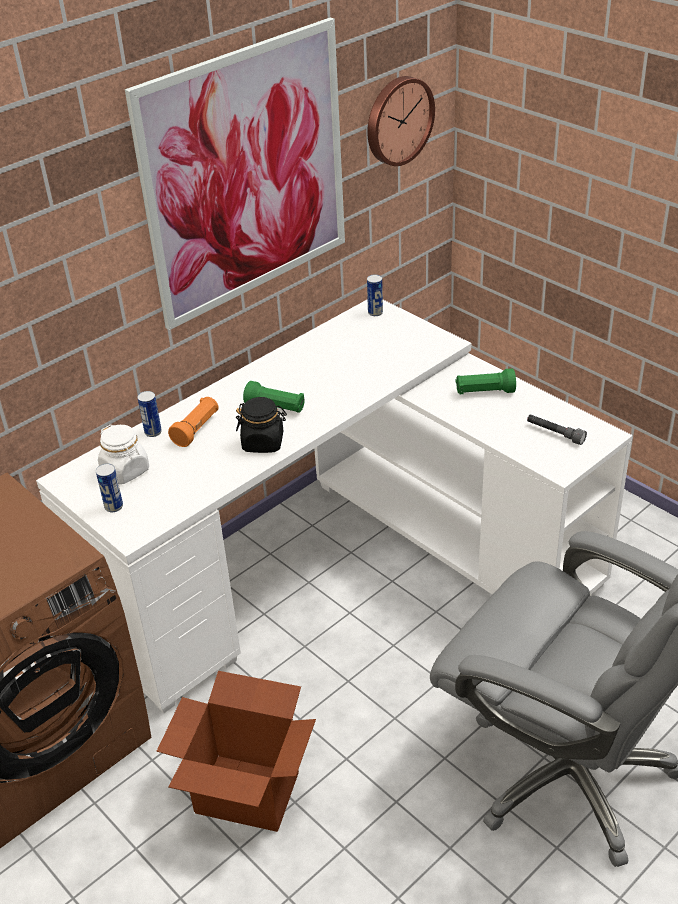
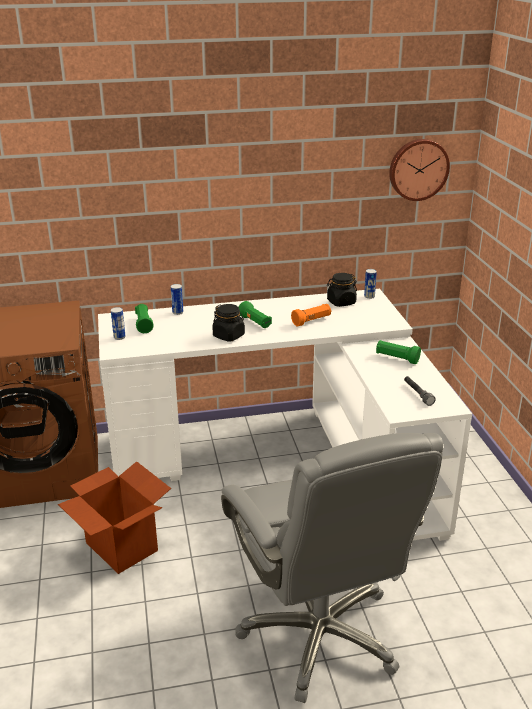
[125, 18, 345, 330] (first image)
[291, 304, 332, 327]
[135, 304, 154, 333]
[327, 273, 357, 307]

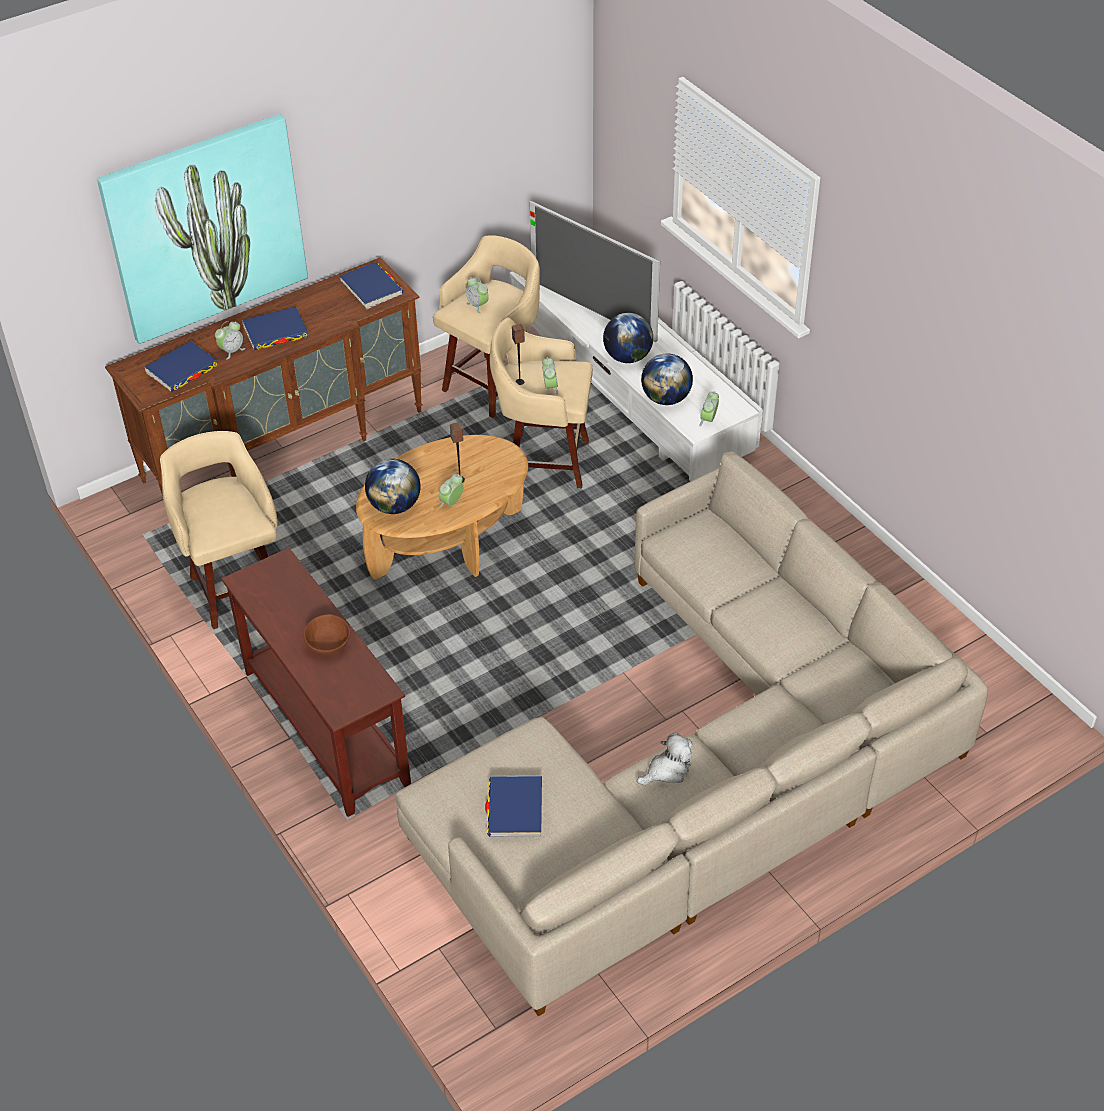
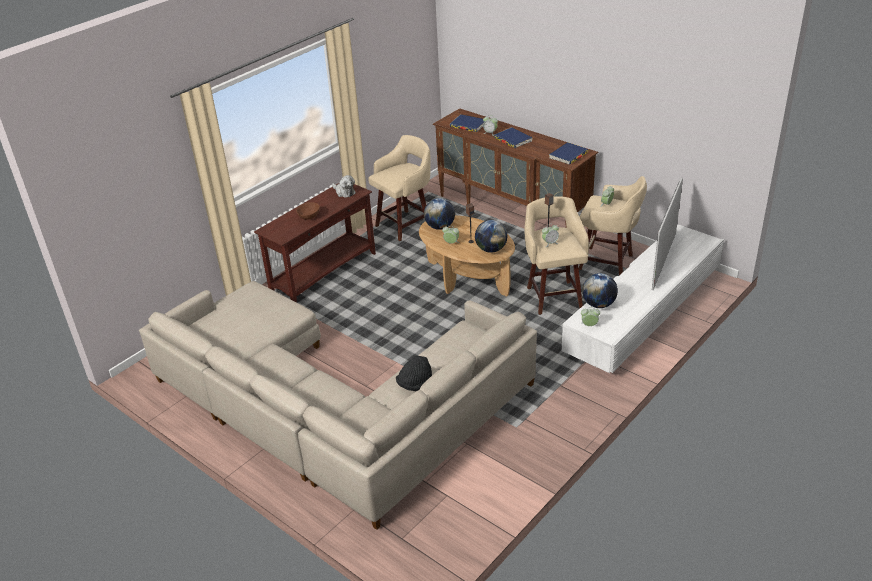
[97, 114, 308, 344] (first image)
[475, 220, 507, 253]
[332, 175, 356, 198]
[485, 776, 542, 837] (first image)
[396, 356, 432, 391]

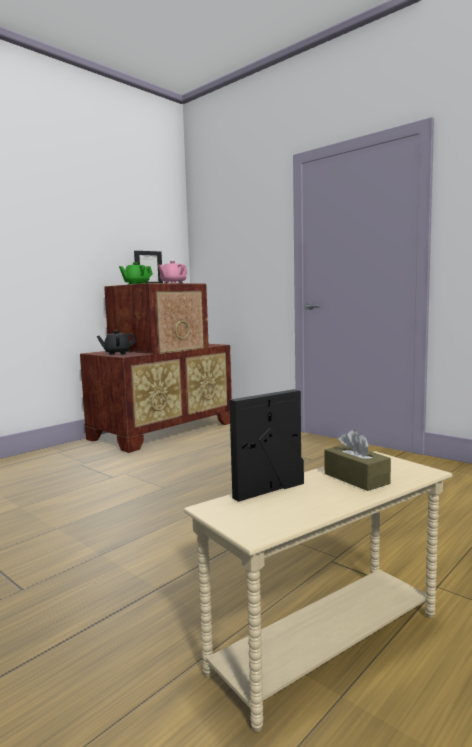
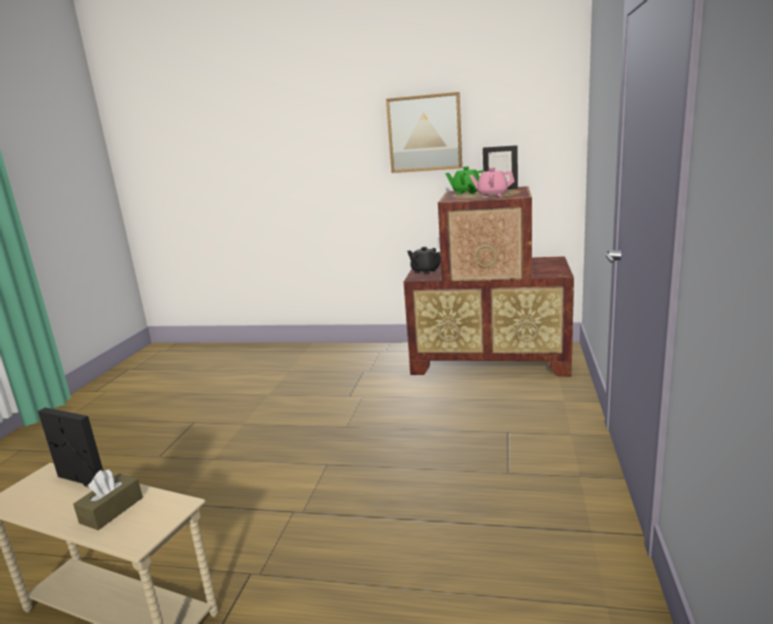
[386, 92, 462, 173]

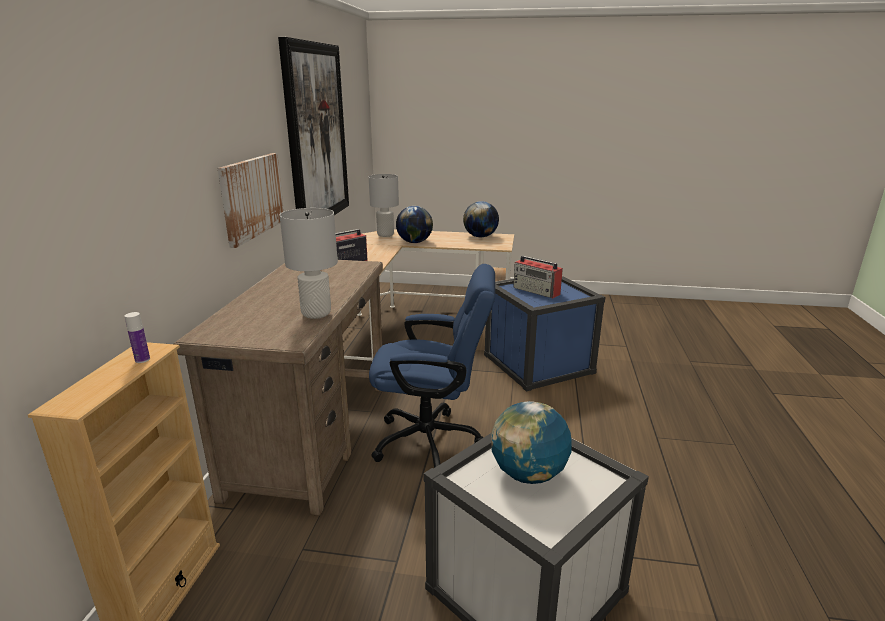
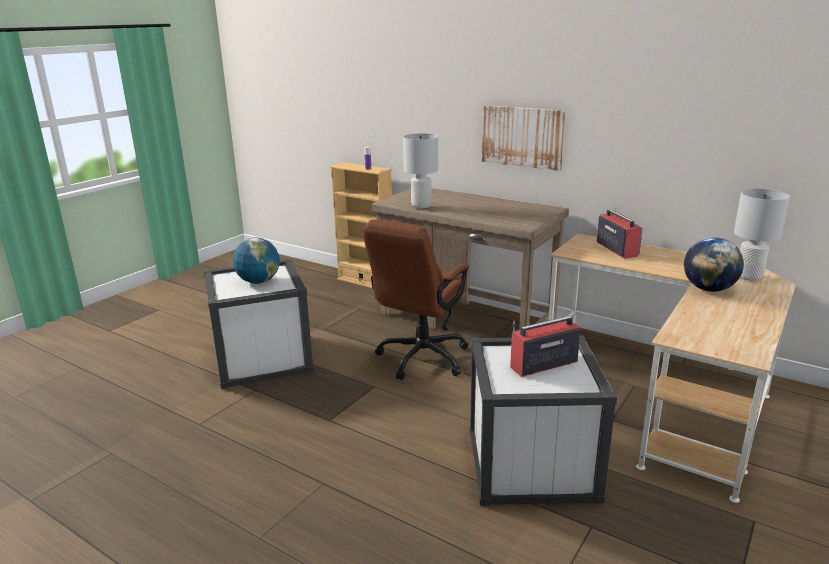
[278, 37, 349, 215] (first image)
[463, 201, 499, 237] (first image)
[363, 219, 469, 380]
[470, 335, 617, 506]

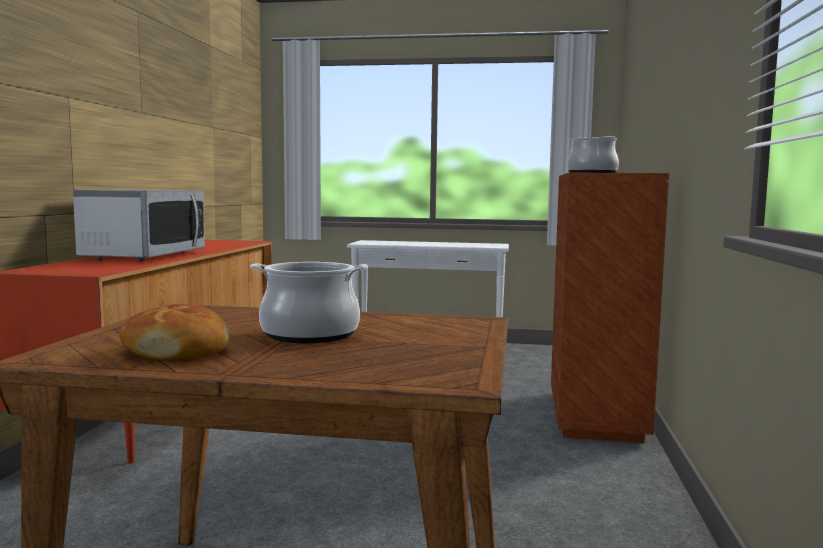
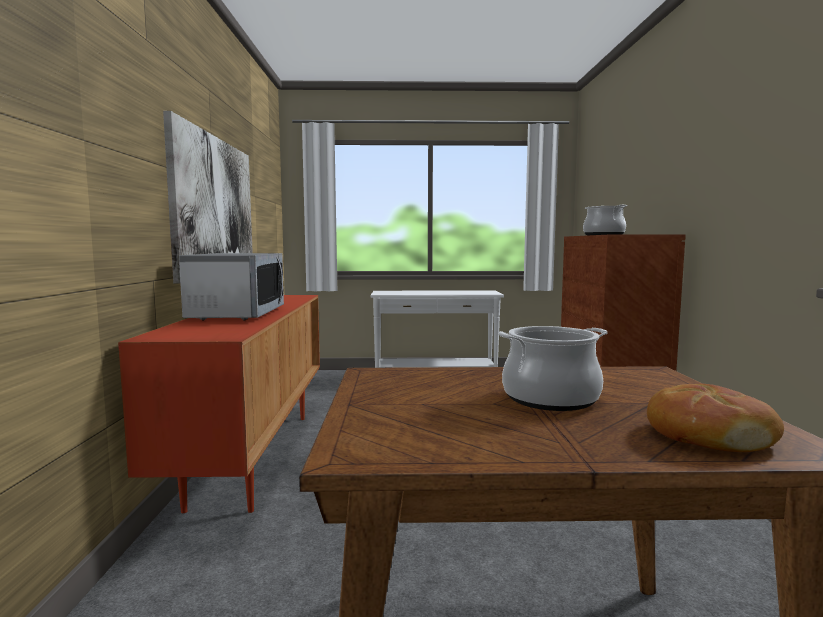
[647, 384, 784, 452]
[163, 111, 253, 284]

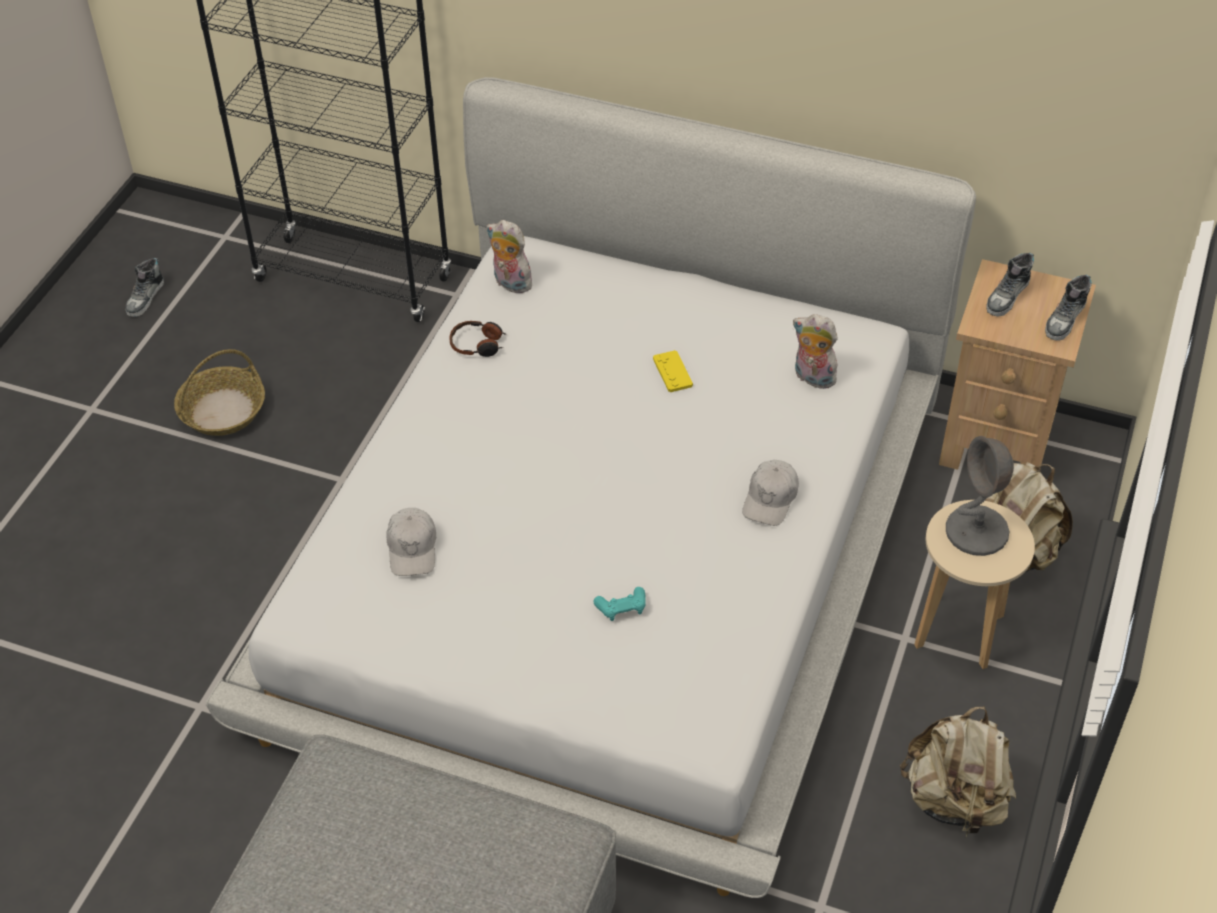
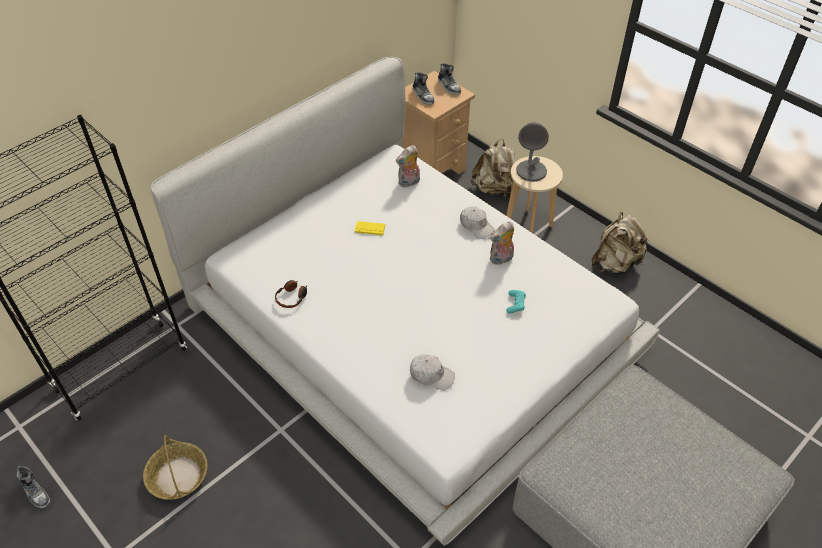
[490, 221, 514, 265]

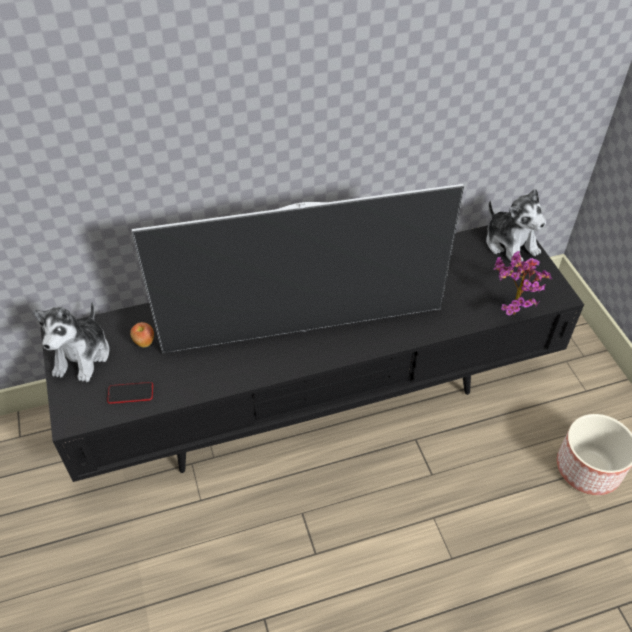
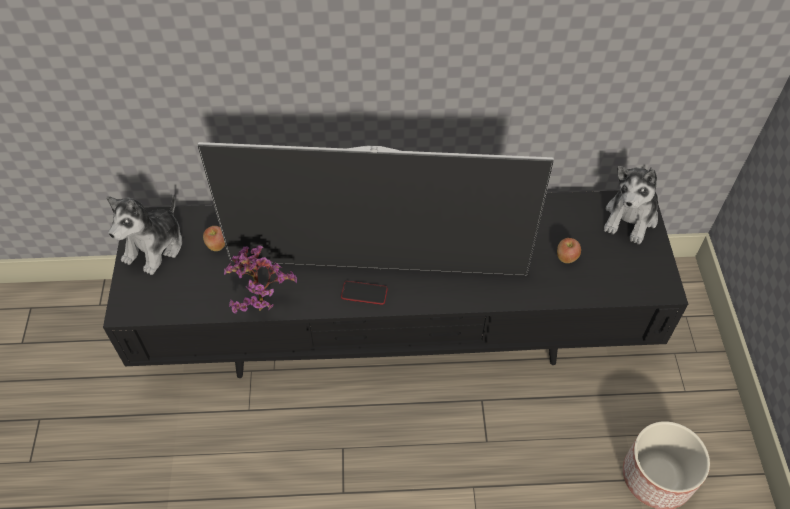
[604, 166, 658, 244]
[224, 245, 297, 313]
[341, 281, 388, 305]
[557, 238, 581, 263]

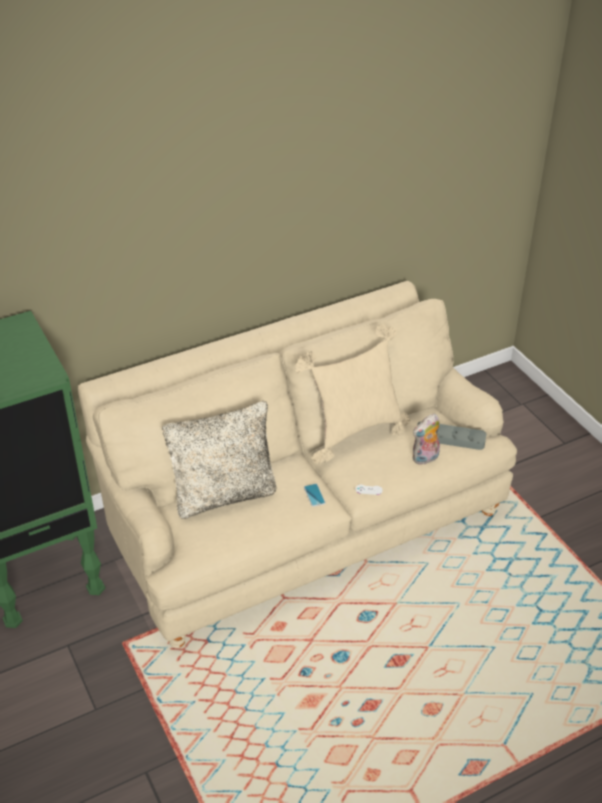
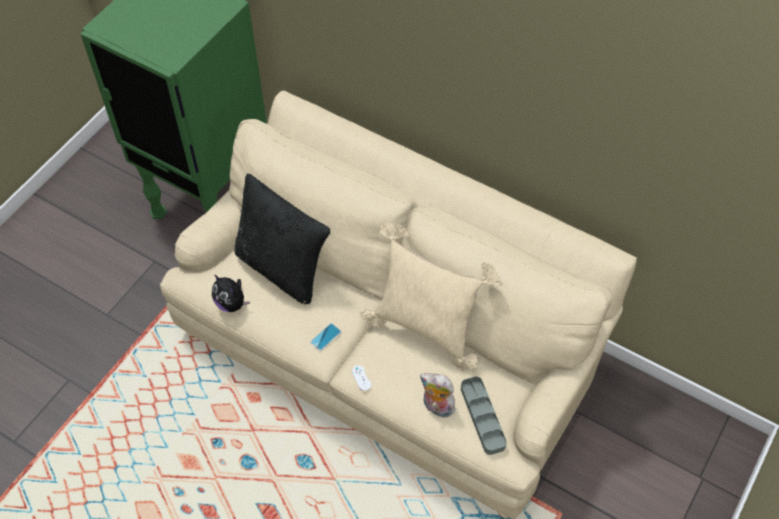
[234, 173, 330, 304]
[212, 275, 250, 312]

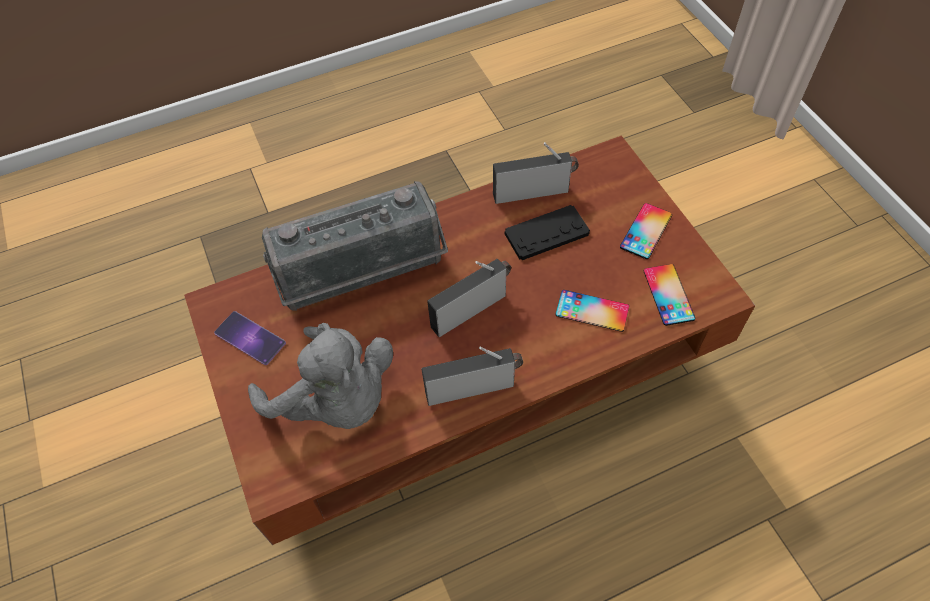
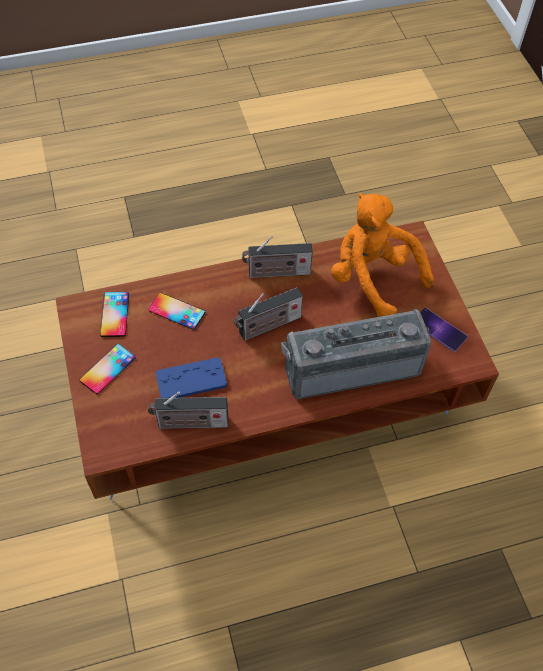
[155, 357, 227, 398]
[331, 193, 434, 317]

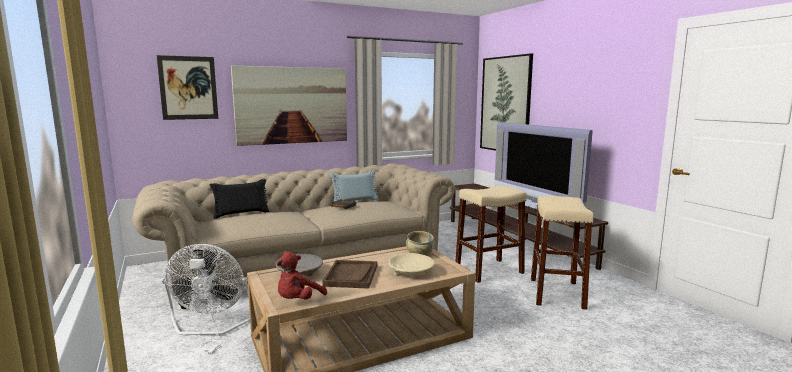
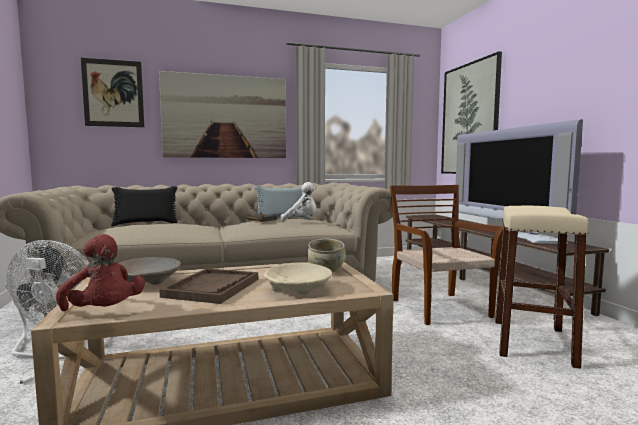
[390, 185, 503, 325]
[56, 234, 145, 311]
[281, 182, 316, 222]

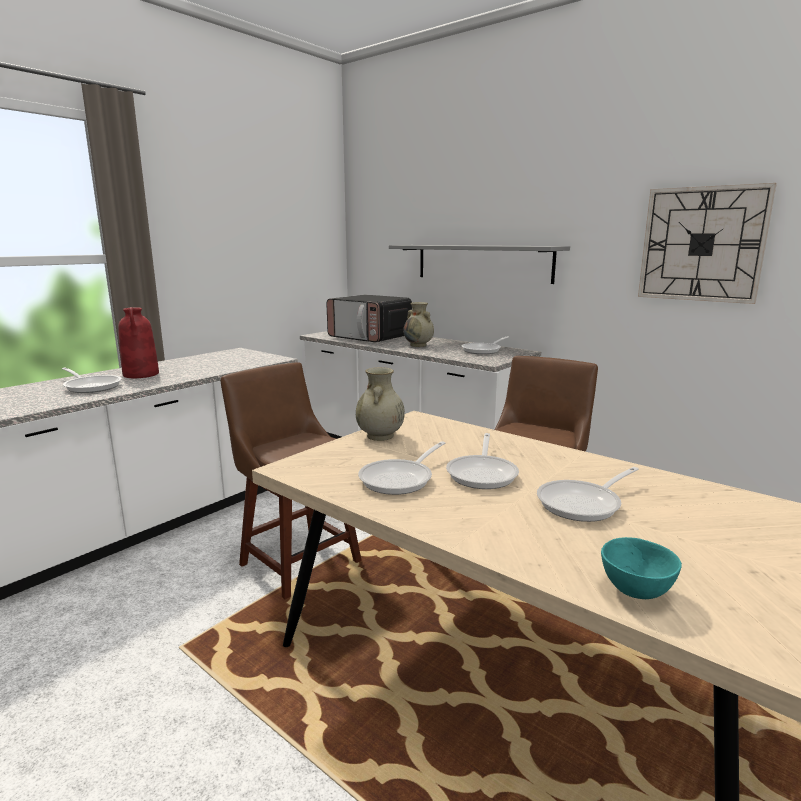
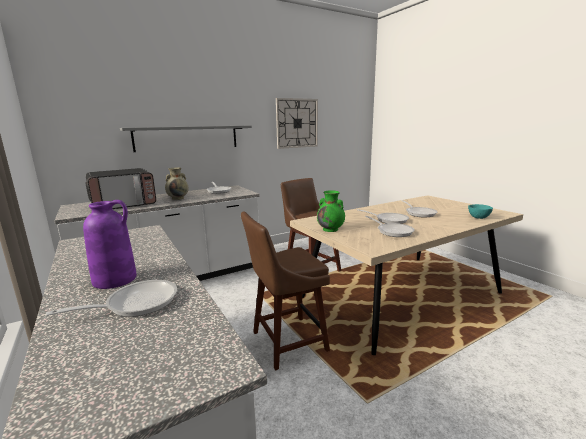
[83, 200, 137, 289]
[317, 190, 345, 232]

